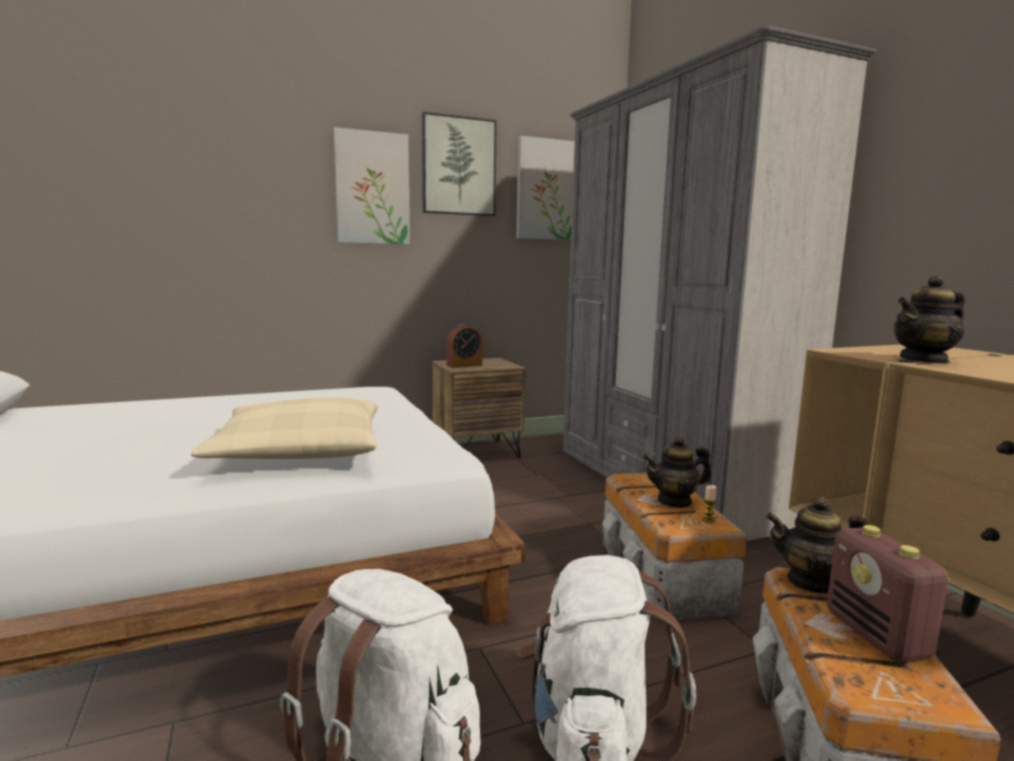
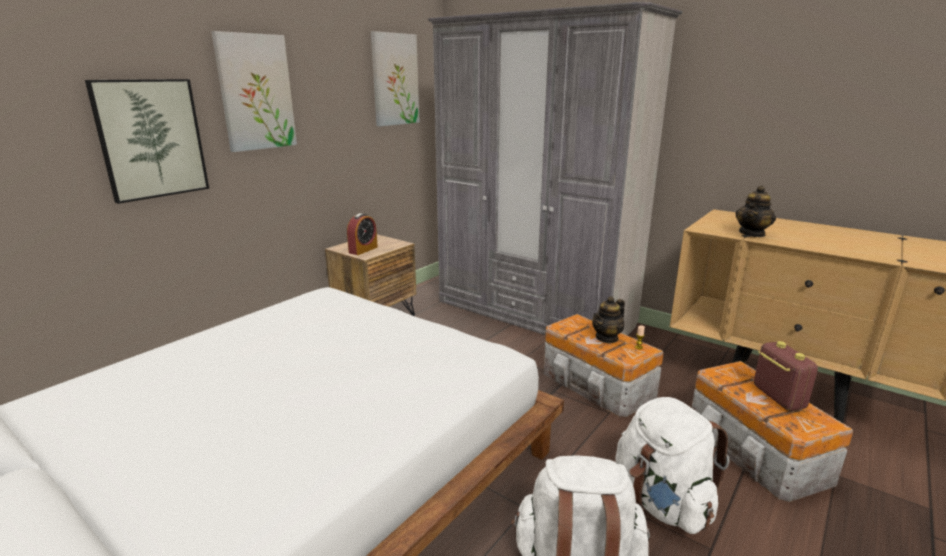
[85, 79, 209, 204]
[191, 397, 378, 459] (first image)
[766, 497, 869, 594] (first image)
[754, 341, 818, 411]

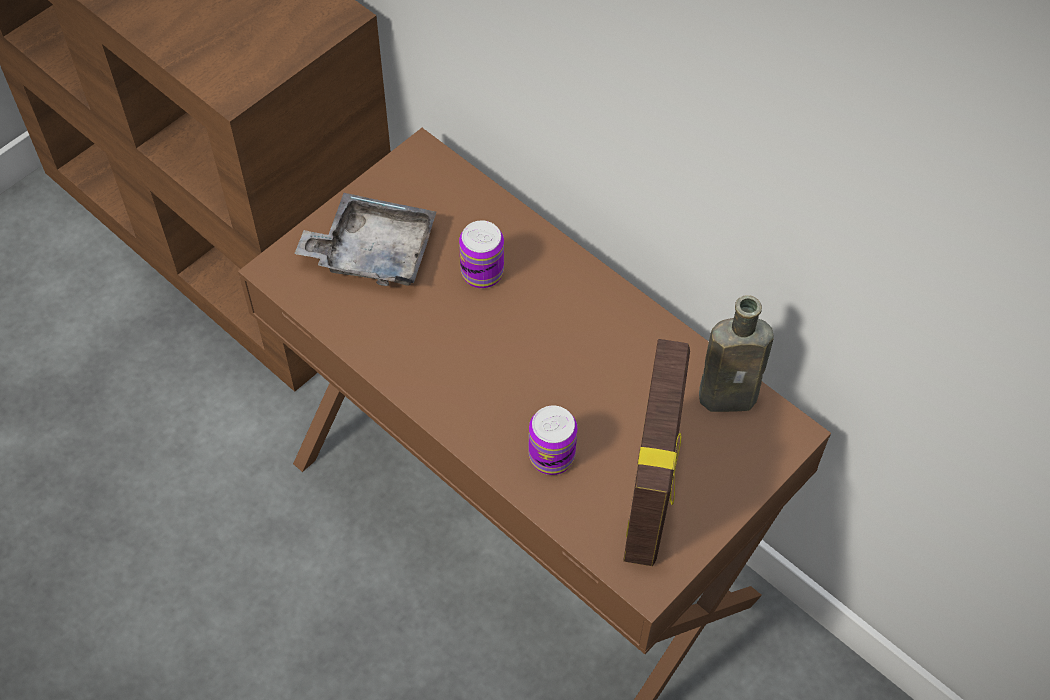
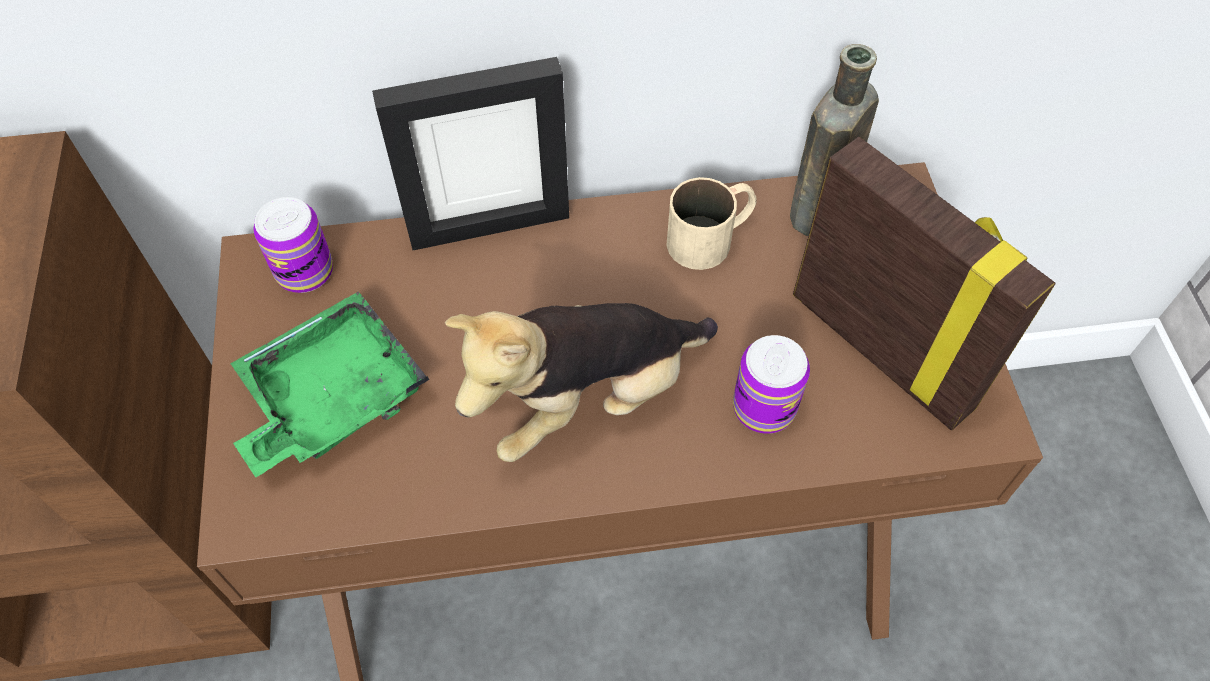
[231, 291, 429, 477]
[253, 197, 333, 293]
[372, 57, 569, 250]
[666, 177, 757, 270]
[445, 303, 718, 462]

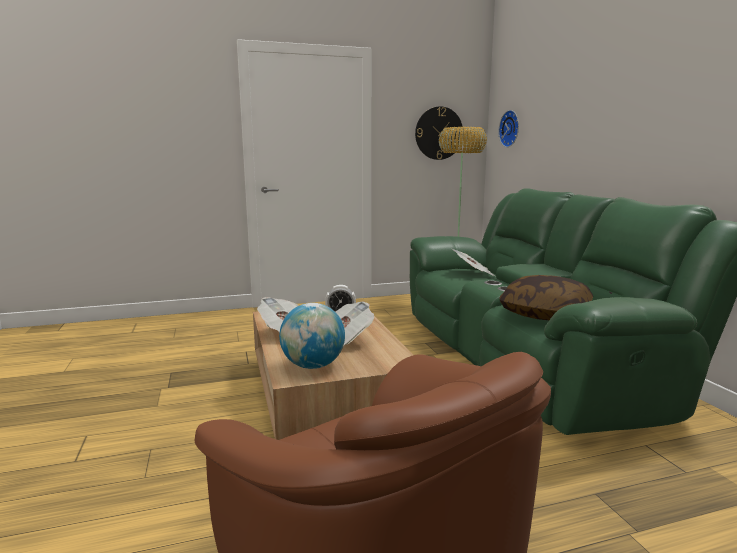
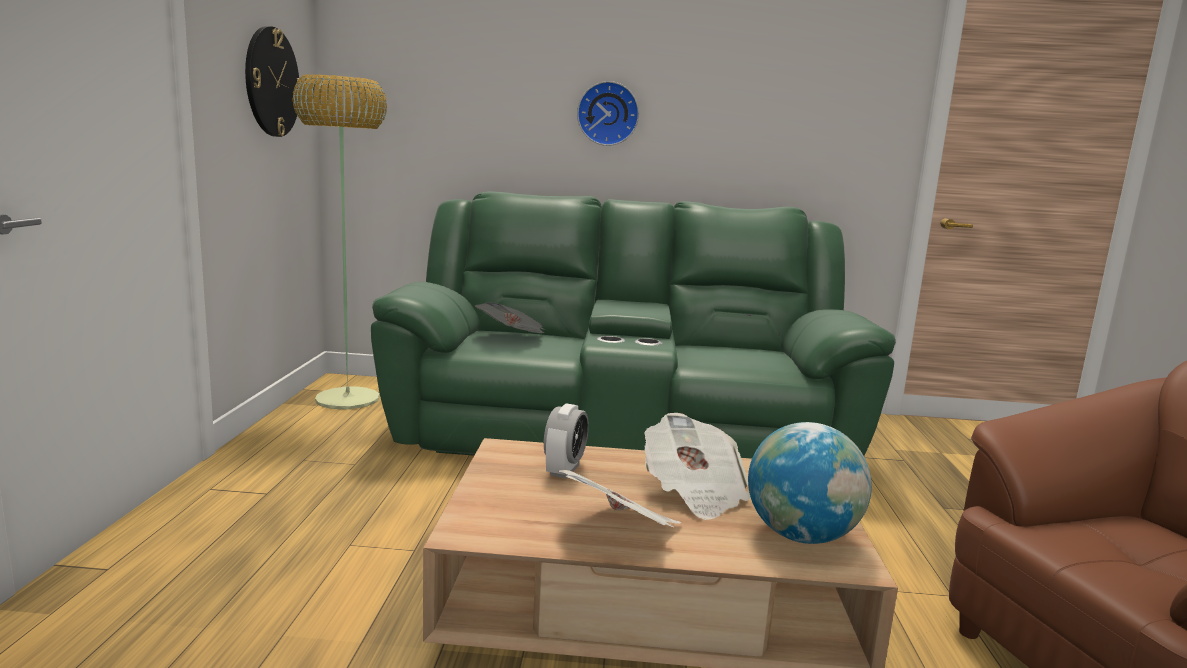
[577, 81, 639, 146]
[499, 275, 593, 320] (first image)

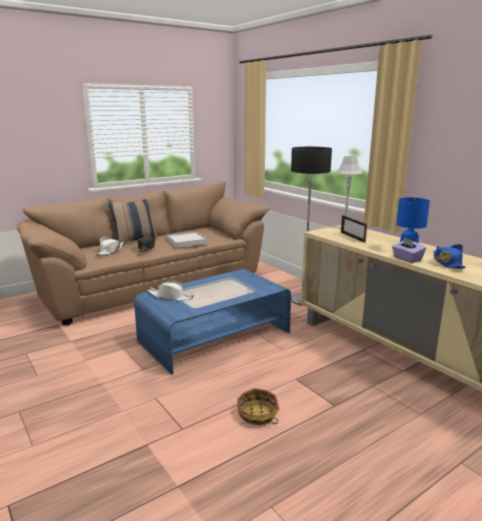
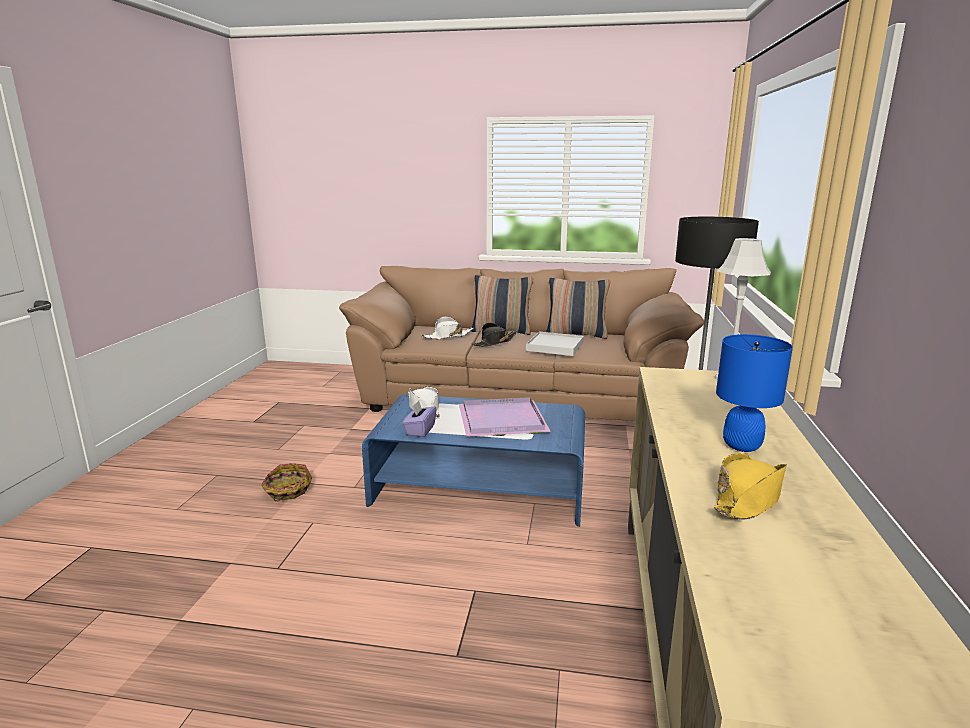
[341, 215, 367, 243] (first image)
[402, 401, 437, 437]
[714, 453, 787, 519]
[261, 463, 312, 501]
[546, 278, 611, 339]
[459, 397, 551, 437]

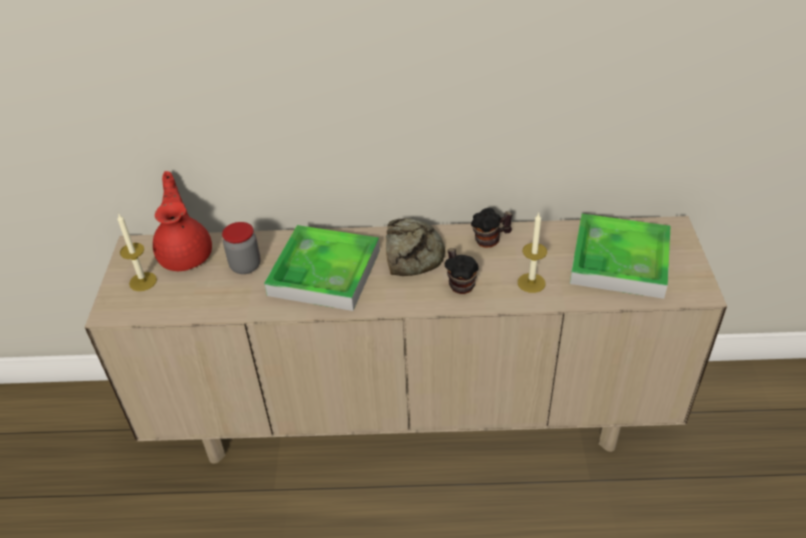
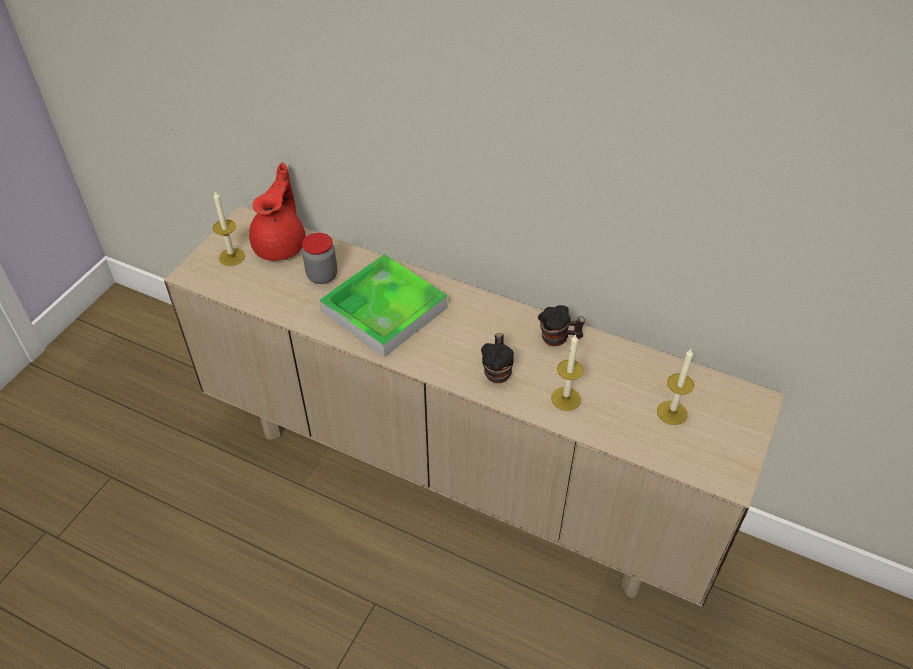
[657, 349, 694, 425]
[386, 218, 445, 276] (first image)

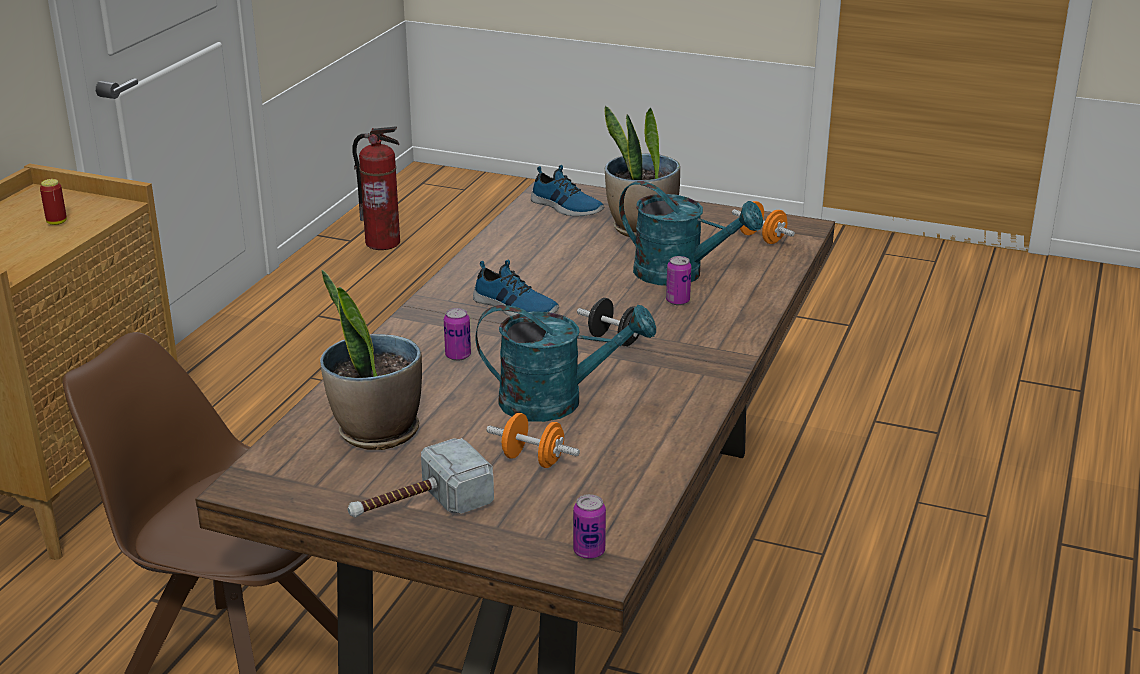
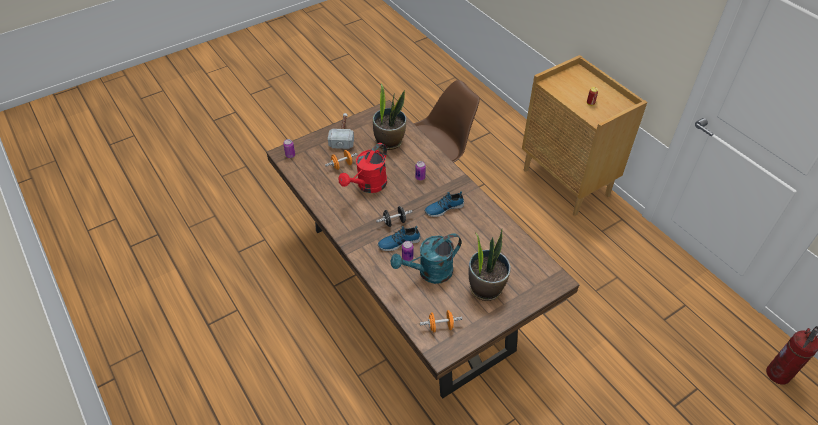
[378, 226, 421, 251]
[338, 143, 387, 193]

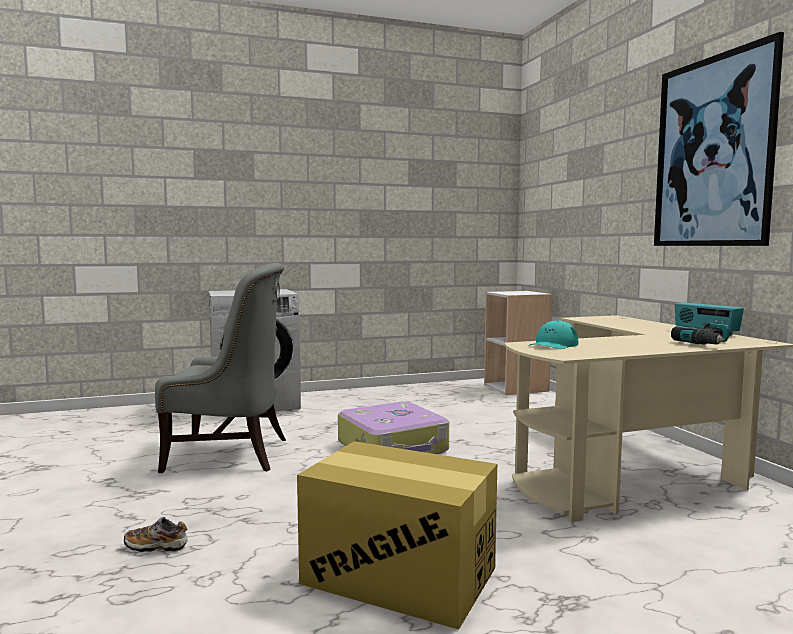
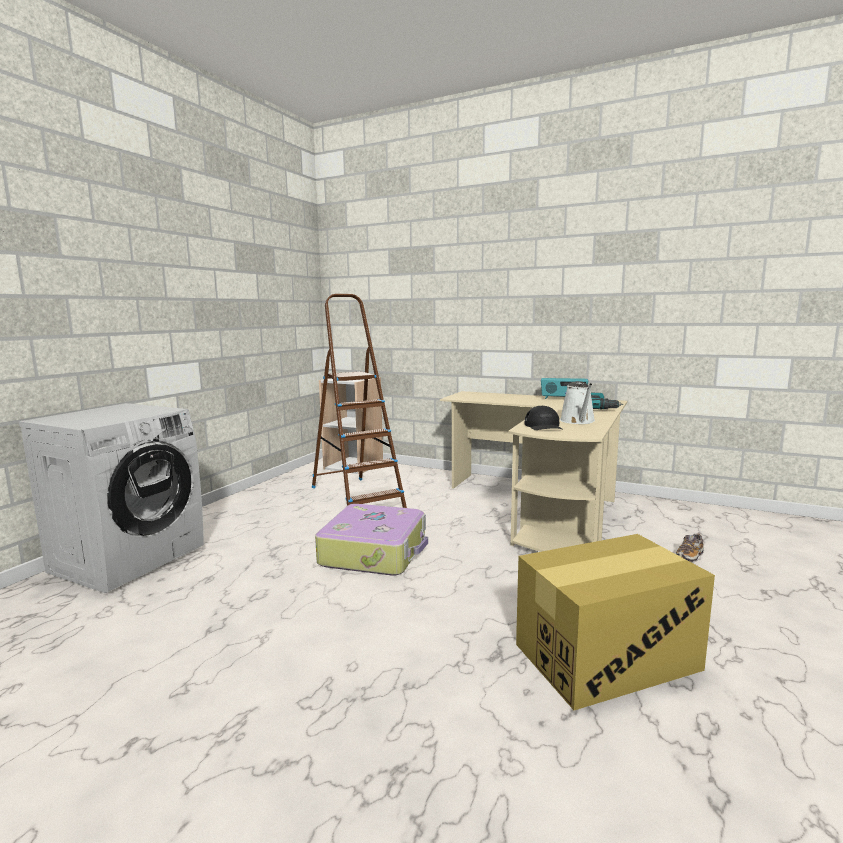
[654, 32, 784, 246] (first image)
[155, 263, 286, 473] (first image)
[524, 406, 562, 430]
[676, 533, 704, 562]
[312, 294, 407, 508]
[560, 381, 595, 424]

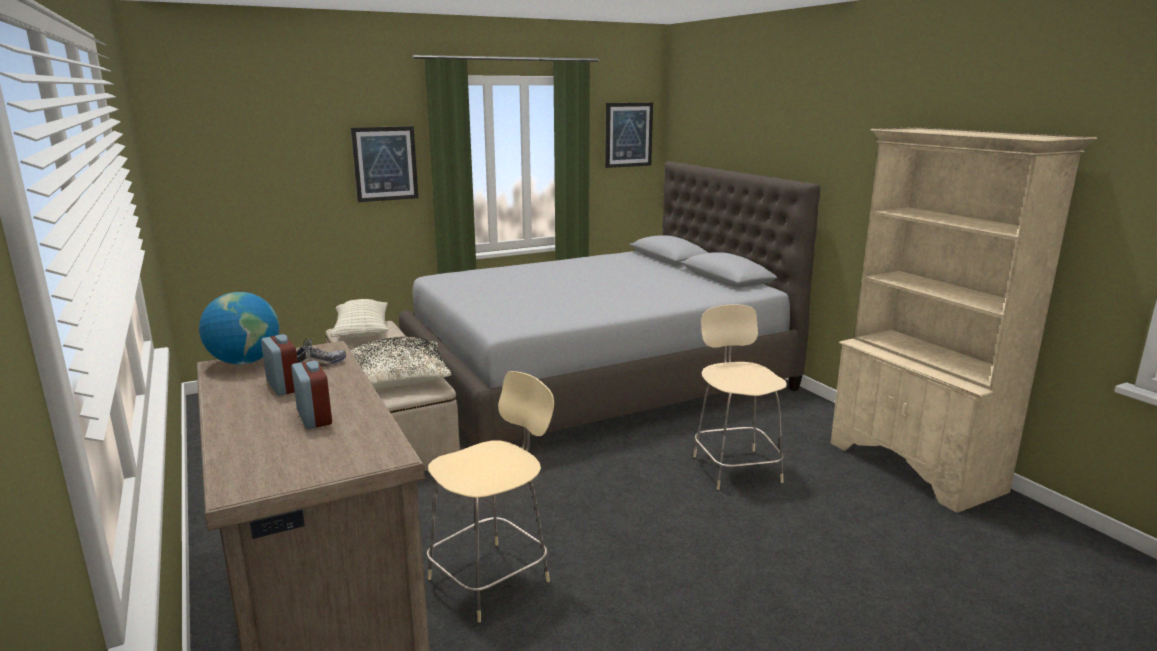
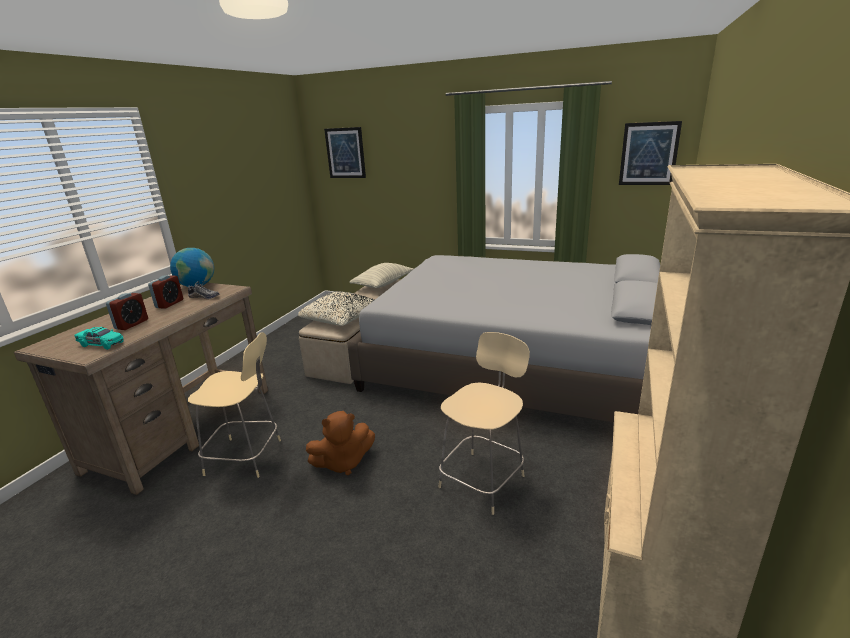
[324, 127, 366, 178]
[74, 327, 124, 350]
[306, 411, 375, 476]

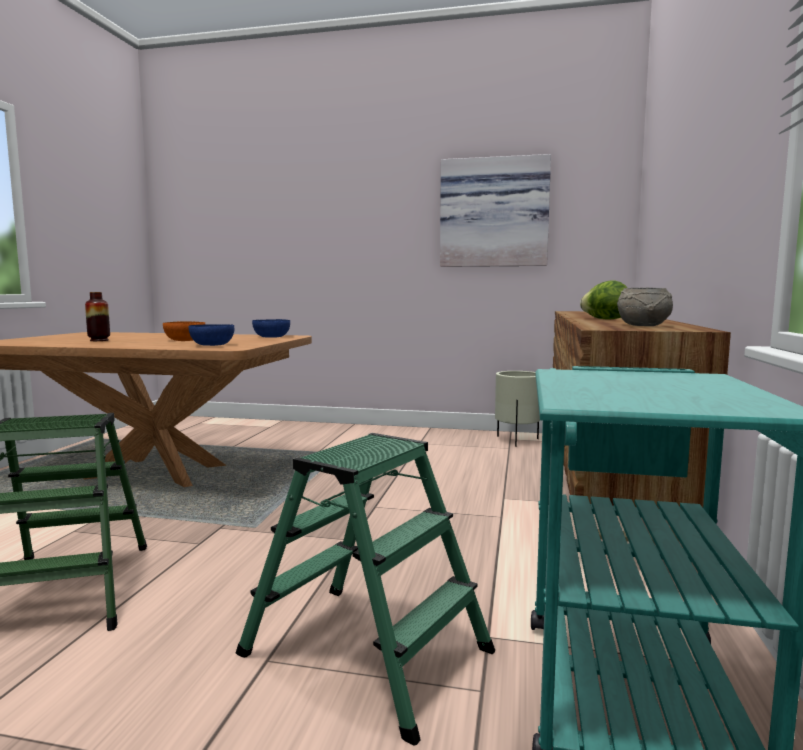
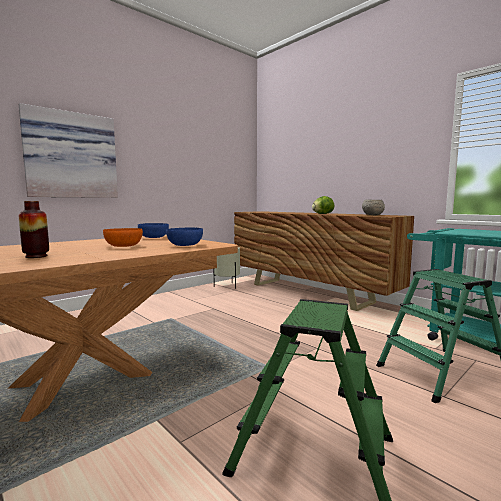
[19, 103, 118, 198]

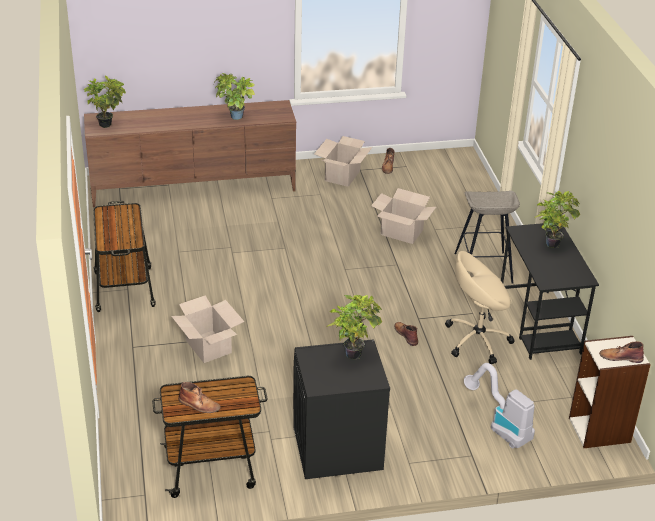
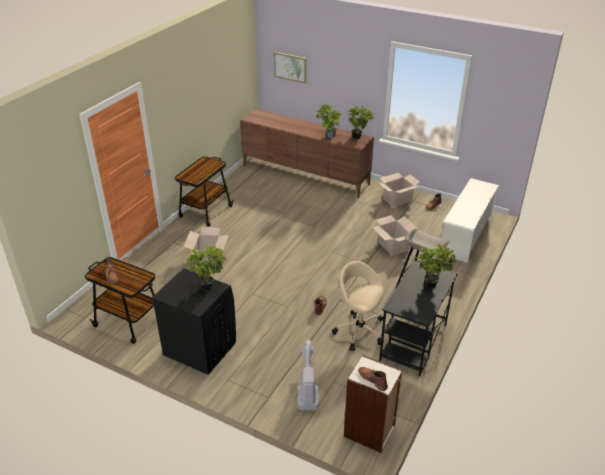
[347, 105, 374, 140]
[274, 52, 307, 84]
[441, 178, 499, 263]

